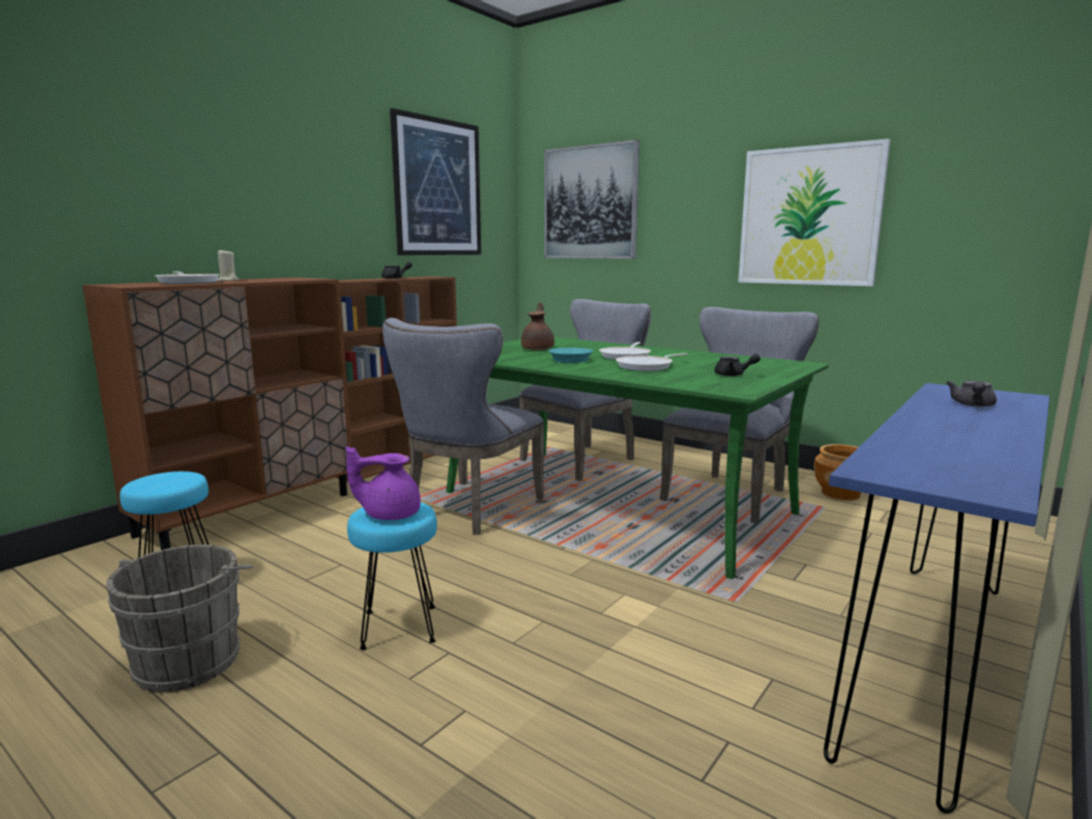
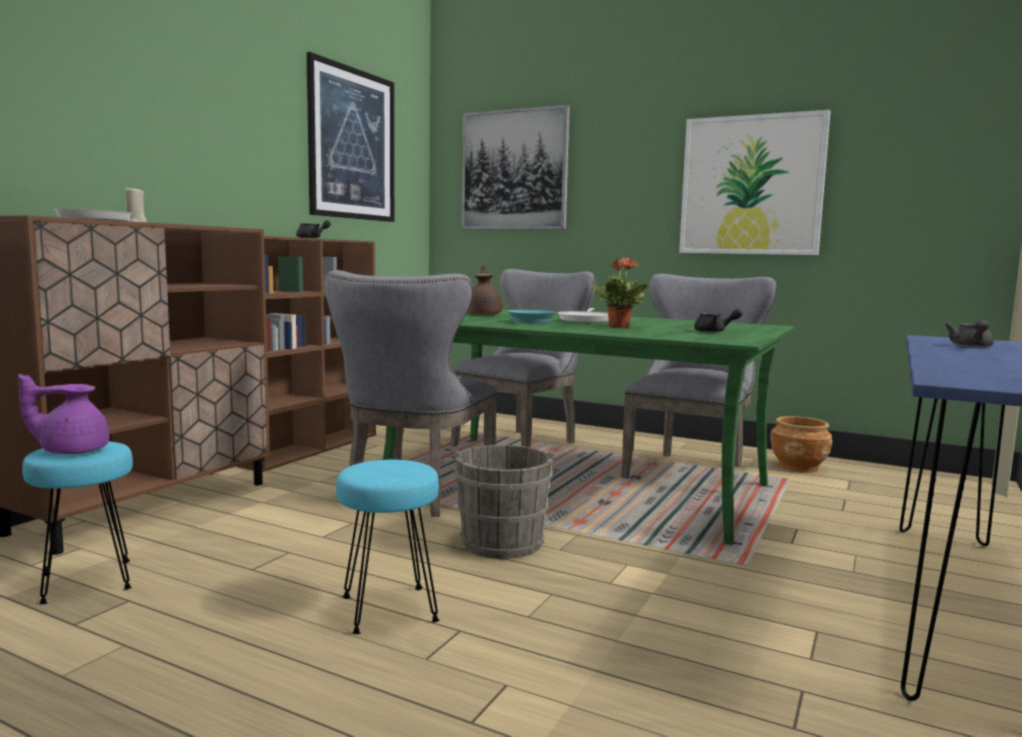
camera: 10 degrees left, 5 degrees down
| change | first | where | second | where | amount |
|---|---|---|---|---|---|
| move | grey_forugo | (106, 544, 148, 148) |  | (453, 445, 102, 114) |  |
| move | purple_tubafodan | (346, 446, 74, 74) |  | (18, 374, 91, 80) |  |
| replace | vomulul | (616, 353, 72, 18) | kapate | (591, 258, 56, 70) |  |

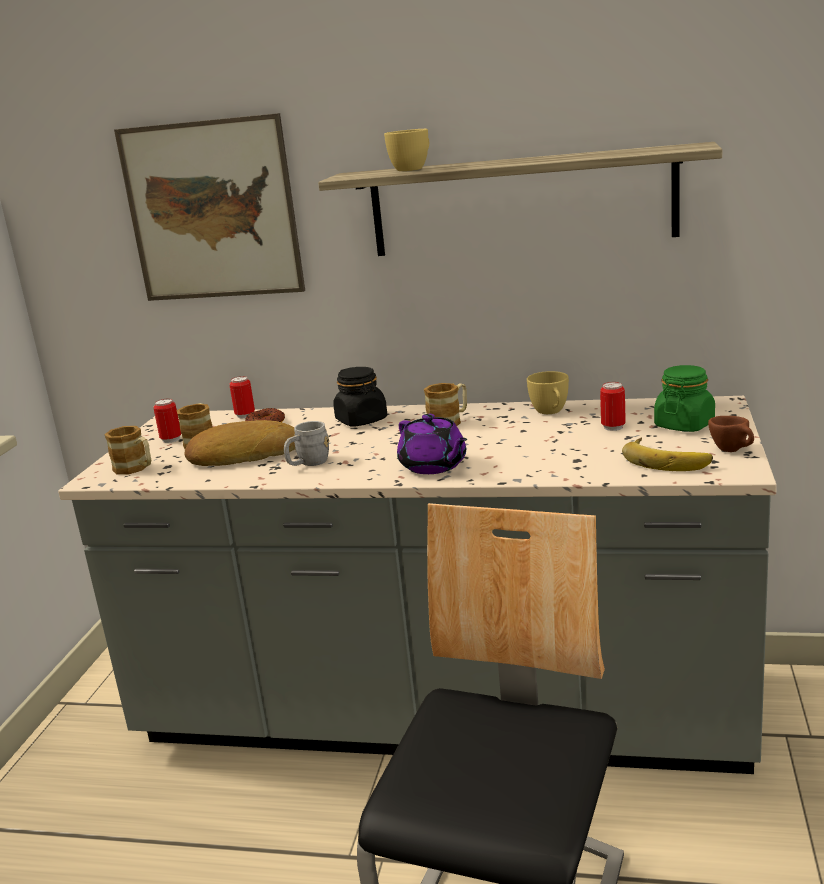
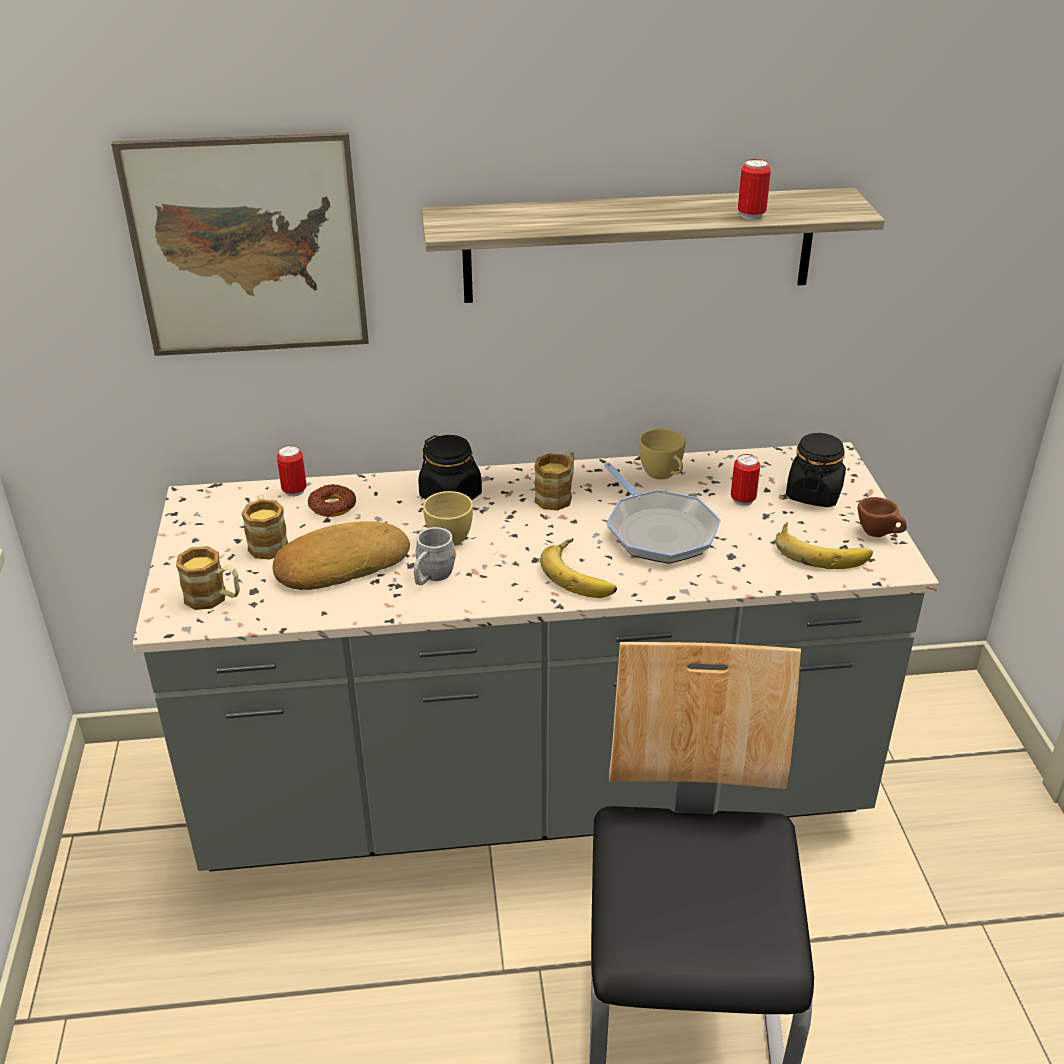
camera: 20 degrees left, 15 degrees up
| change | first | where | second | where | amount |
|---|---|---|---|---|---|
| move | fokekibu | (153, 399, 28, 44) |  | (738, 159, 33, 61) |  |
| move | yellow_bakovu | (384, 129, 45, 42) |  | (423, 491, 50, 55) |  |
| replace | purple_tubafodan | (397, 414, 70, 60) | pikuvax | (540, 538, 77, 60) |  |
| recolor | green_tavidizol | (654, 365, 61, 67) | black_tavidizol | (786, 433, 60, 74) |  |
| insert |  |  | vomulul | (604, 462, 117, 102) |  |

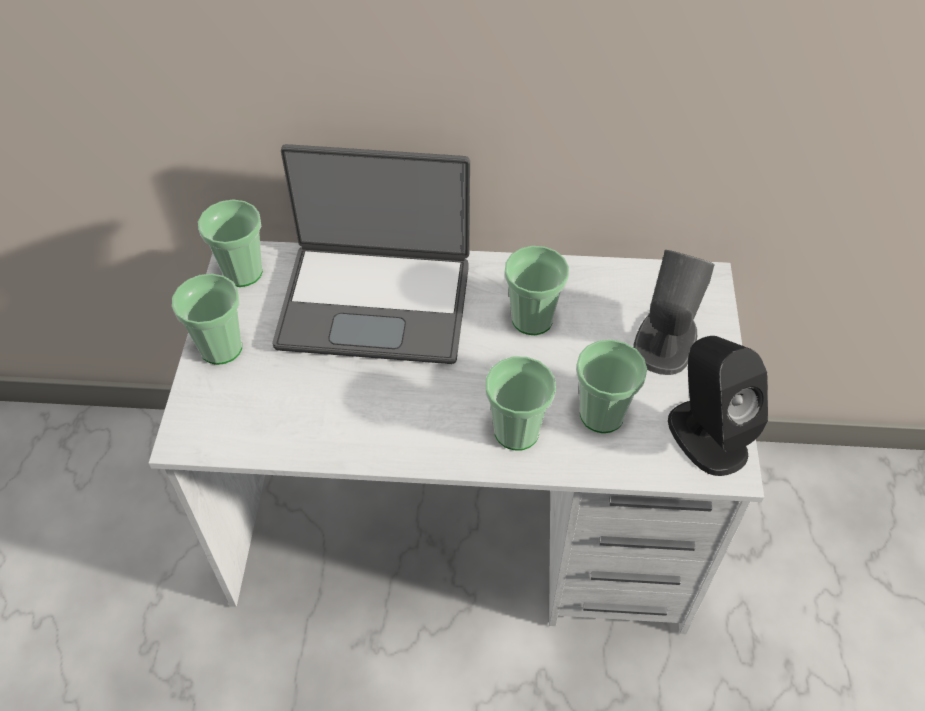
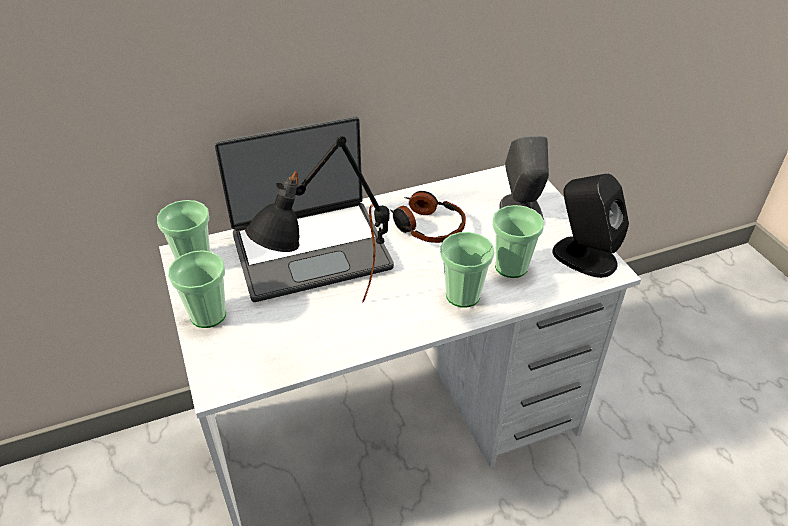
camera: 25 degrees left, 10 degrees down
| change | first | where | second | where | amount |
|---|---|---|---|---|---|
| replace | bakovu | (505, 246, 64, 89) | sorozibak | (390, 191, 76, 52) |  |
| insert |  |  | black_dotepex | (245, 136, 145, 166) |  |

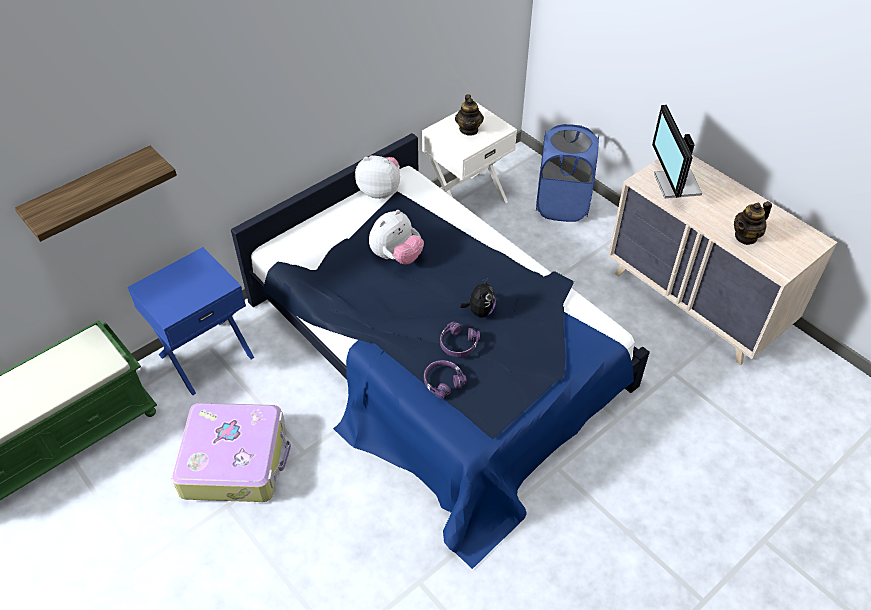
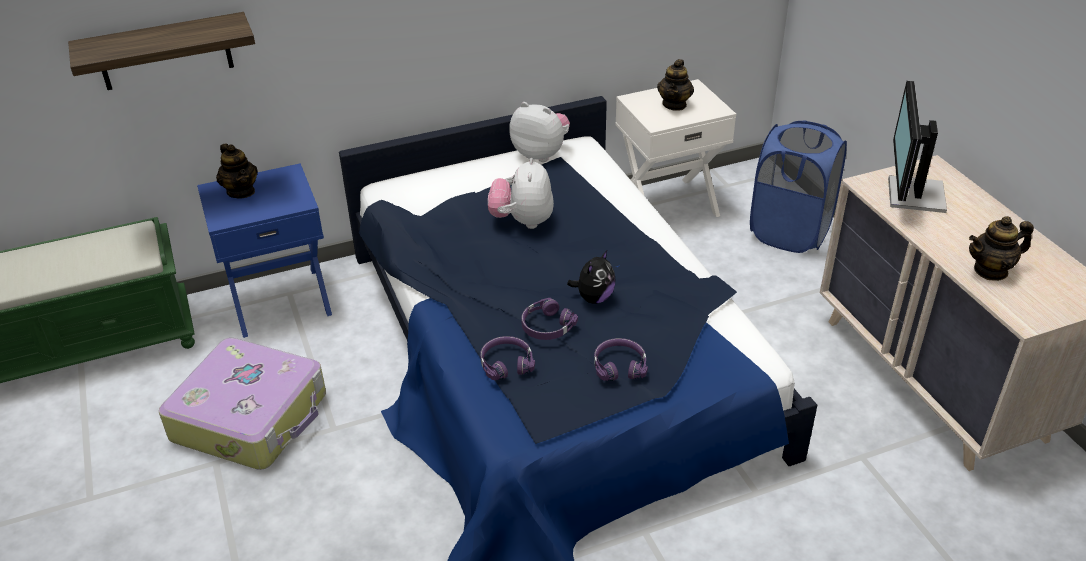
camera: 20 degrees right, 10 degrees down
| change | first | where | second | where | amount |
|---|---|---|---|---|---|
| rotate | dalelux | (369, 210, 55, 54) |  | (488, 158, 66, 71) | 120 degrees clockwise |
| insert |  |  | tubafodan | (216, 143, 42, 55) |  |
| insert |  |  | purple_sorozibak | (594, 338, 54, 43) |  |

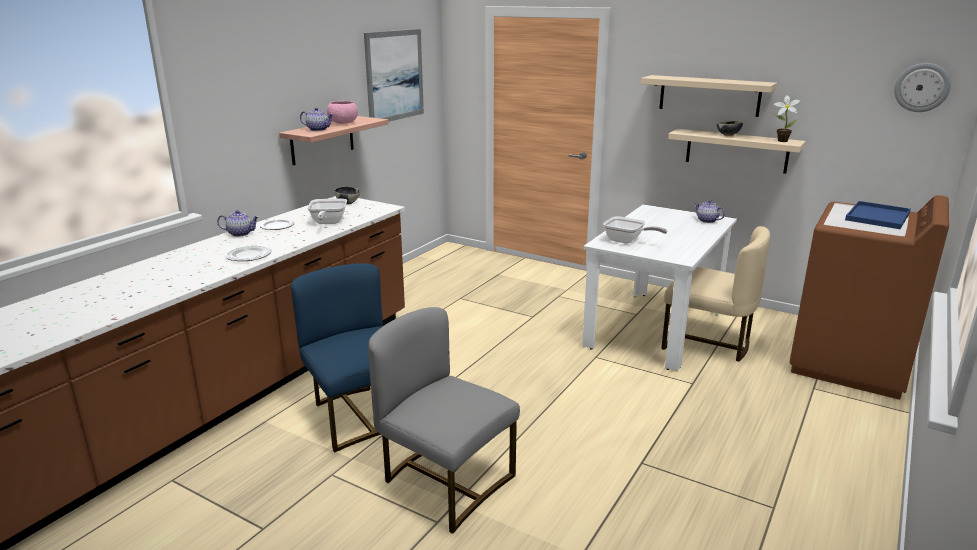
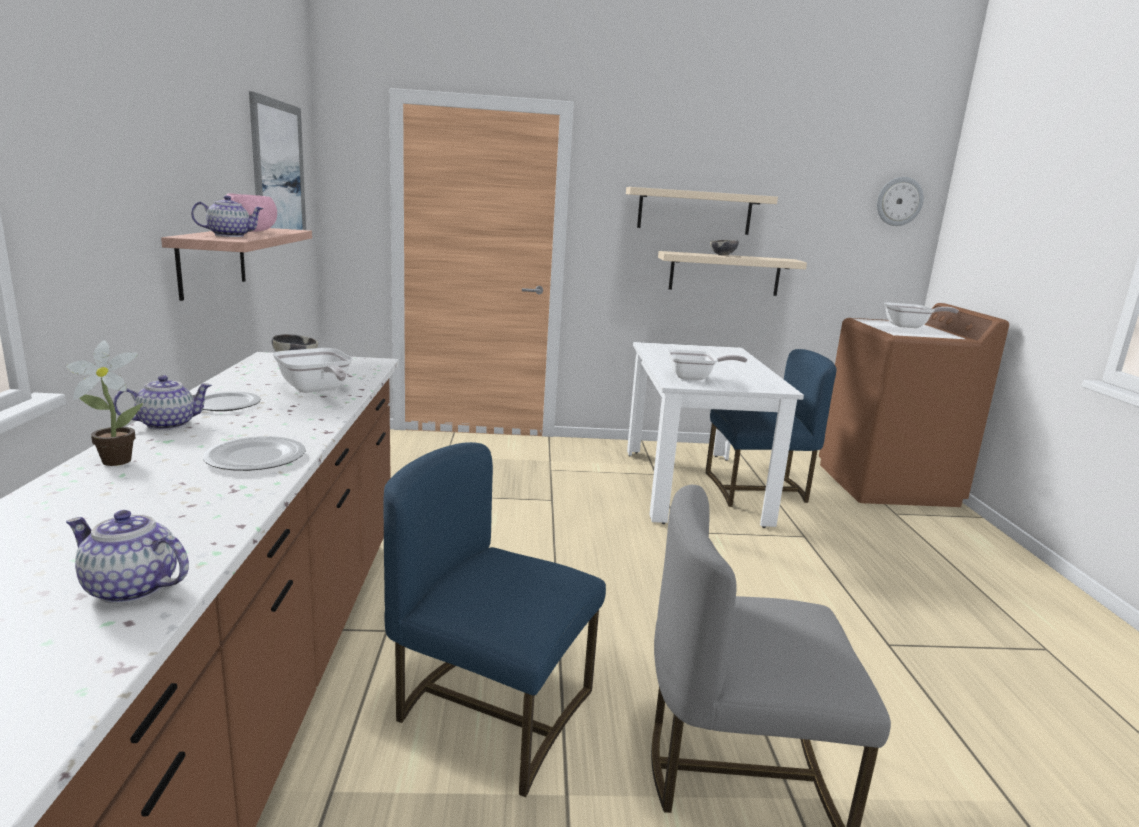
camera: 35 degrees left, 5 degrees down
| change | first | where | second | where | amount |
|---|---|---|---|---|---|
| recolor | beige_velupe | (661, 226, 109, 135) | blue_velupe | (706, 349, 131, 158) |  |
| move | tubafodan | (694, 200, 31, 23) |  | (66, 510, 123, 94) |  |
| move | kapate | (774, 95, 27, 47) |  | (66, 340, 77, 126) |  |
| replace | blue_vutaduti | (845, 201, 66, 28) | vomulul | (884, 302, 75, 26) |  |

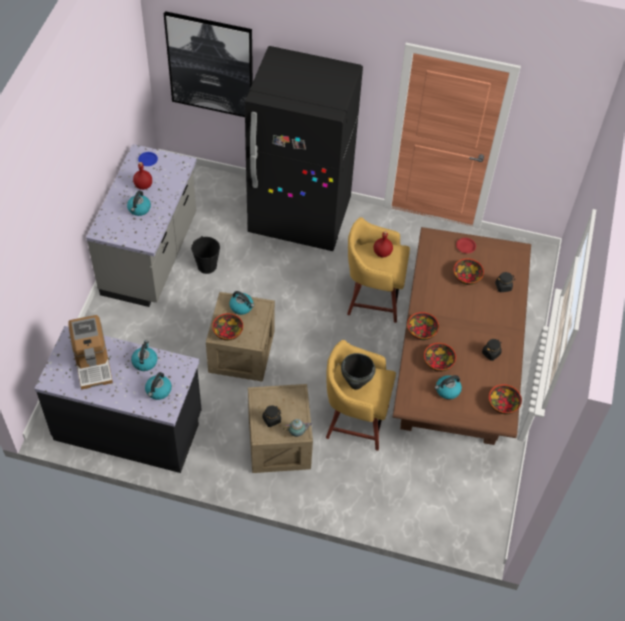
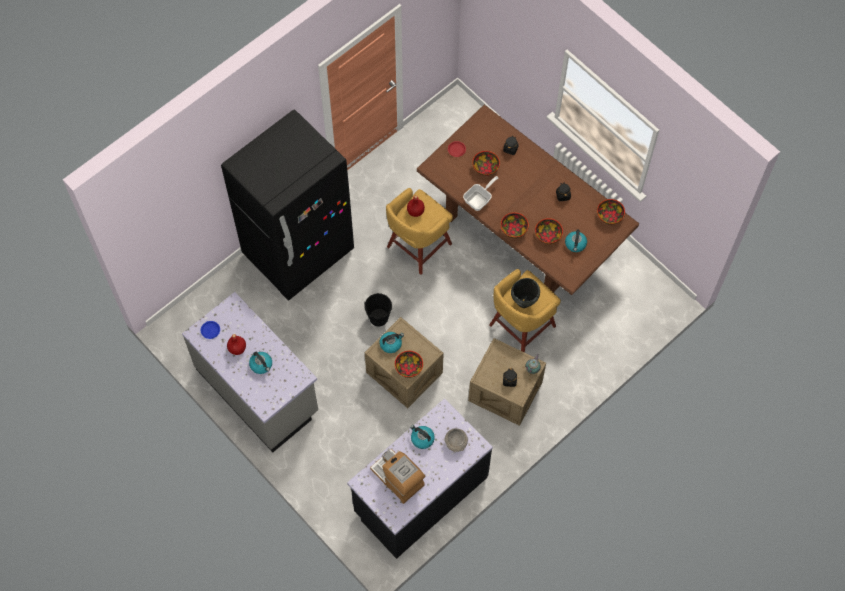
camera: 55 degrees left, 10 degrees up
| change | first | where | second | where | amount |
|---|---|---|---|---|---|
| rotate | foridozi | (68, 315, 45, 75) |  | (370, 449, 56, 55) | 150 degrees counterclockwise |
| replace | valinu | (145, 372, 27, 28) | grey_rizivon | (445, 428, 23, 24) |  |
| delete | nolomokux | (164, 11, 89, 106) |  |  |  |
| move | black_forugo | (191, 236, 29, 38) |  | (364, 293, 28, 33) |  |
| insert |  |  | vomulul | (463, 176, 35, 35) |  |

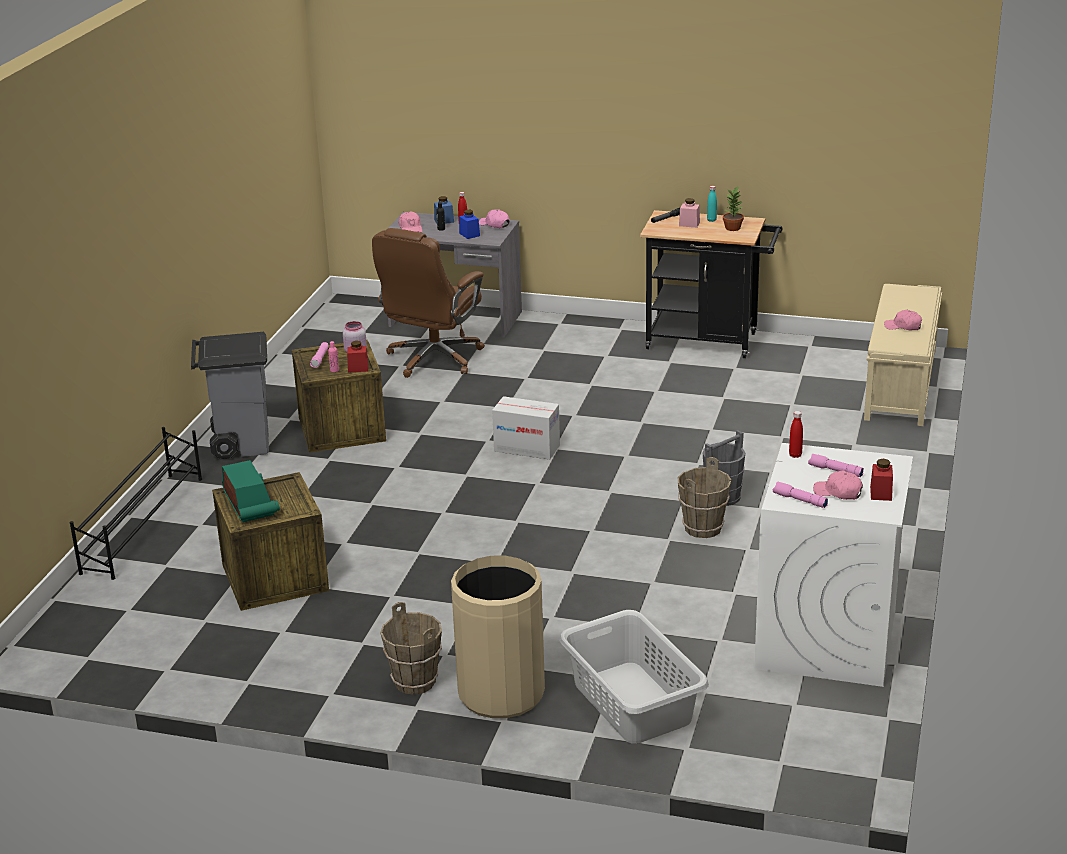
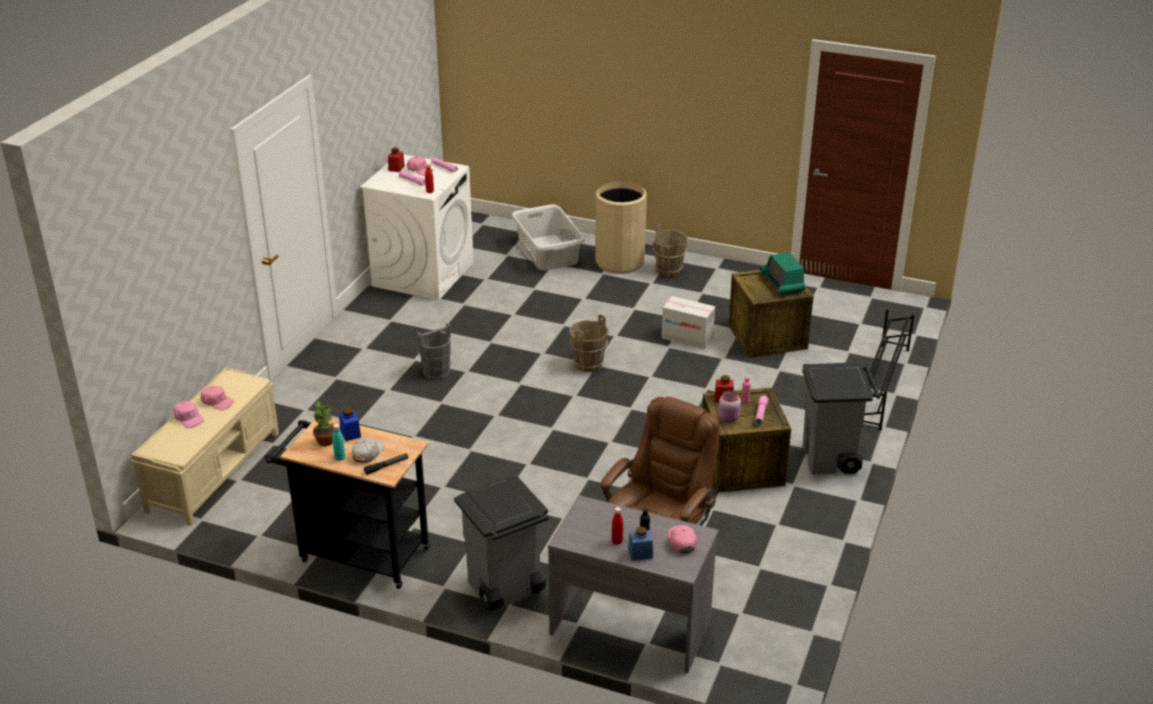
camera: 175 degrees left, 5 degrees up
| change | first | where | second | where | amount |
|---|---|---|---|---|---|
| move | blue_tavidizol | (459, 210, 21, 29) |  | (339, 408, 22, 33) |  |
| move | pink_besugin | (479, 209, 31, 19) |  | (173, 401, 31, 27) |  |
| move | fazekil | (492, 396, 68, 64) |  | (662, 296, 53, 53) |  |
| move | brown_forugo | (678, 457, 53, 81) |  | (569, 314, 40, 58) |  |
| replace | pink_tavidizol | (679, 198, 21, 30) | white_besugin | (352, 437, 33, 26) |  |
| insert |  |  | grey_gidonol | (454, 475, 95, 136) |  |

